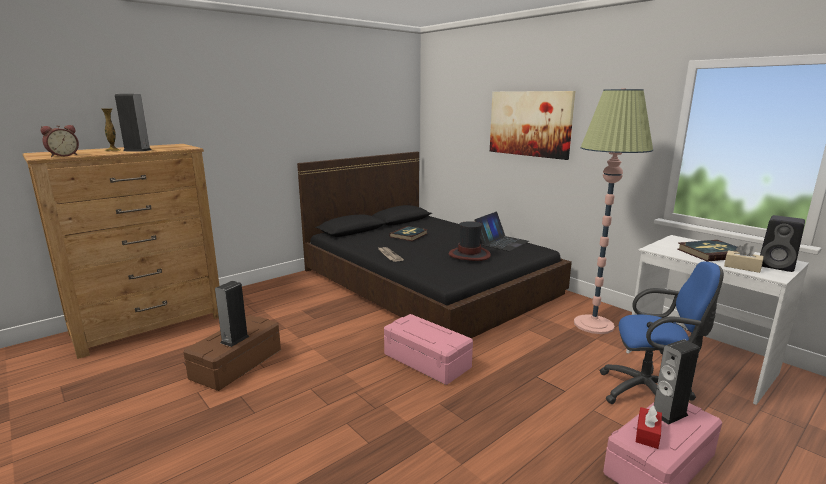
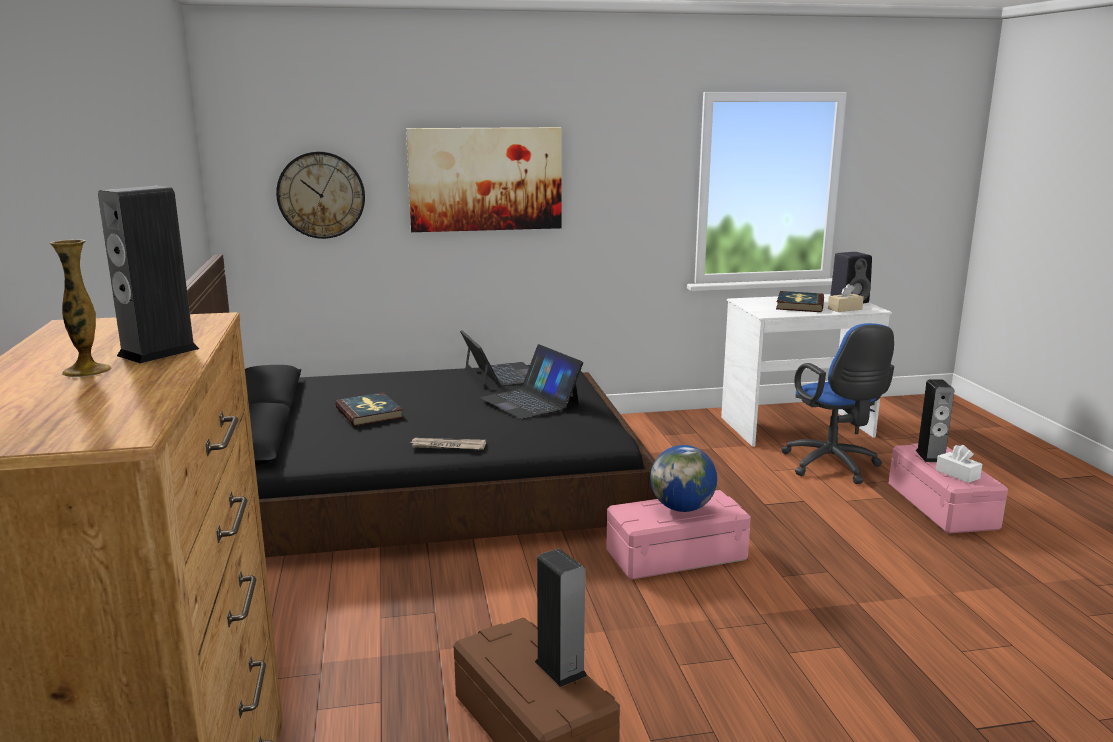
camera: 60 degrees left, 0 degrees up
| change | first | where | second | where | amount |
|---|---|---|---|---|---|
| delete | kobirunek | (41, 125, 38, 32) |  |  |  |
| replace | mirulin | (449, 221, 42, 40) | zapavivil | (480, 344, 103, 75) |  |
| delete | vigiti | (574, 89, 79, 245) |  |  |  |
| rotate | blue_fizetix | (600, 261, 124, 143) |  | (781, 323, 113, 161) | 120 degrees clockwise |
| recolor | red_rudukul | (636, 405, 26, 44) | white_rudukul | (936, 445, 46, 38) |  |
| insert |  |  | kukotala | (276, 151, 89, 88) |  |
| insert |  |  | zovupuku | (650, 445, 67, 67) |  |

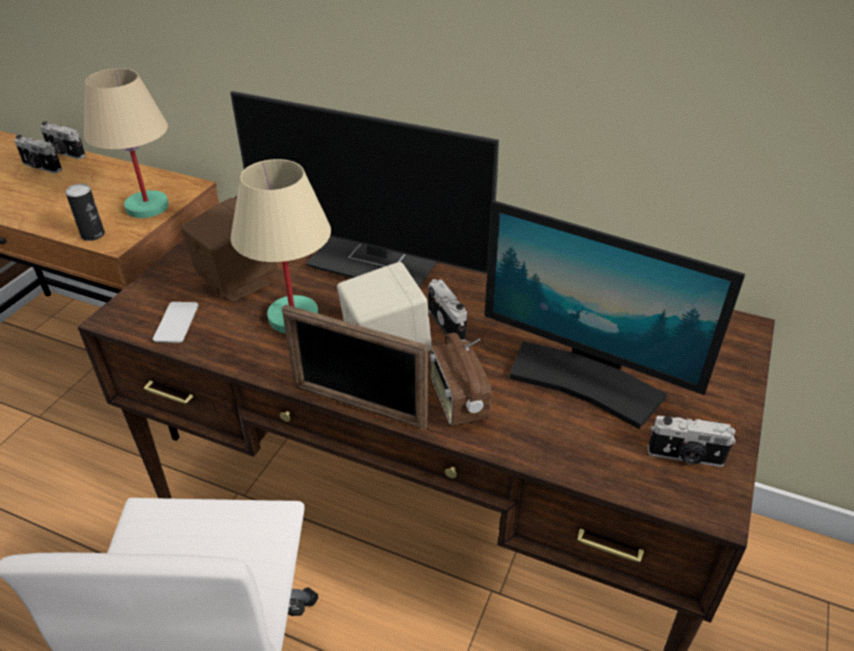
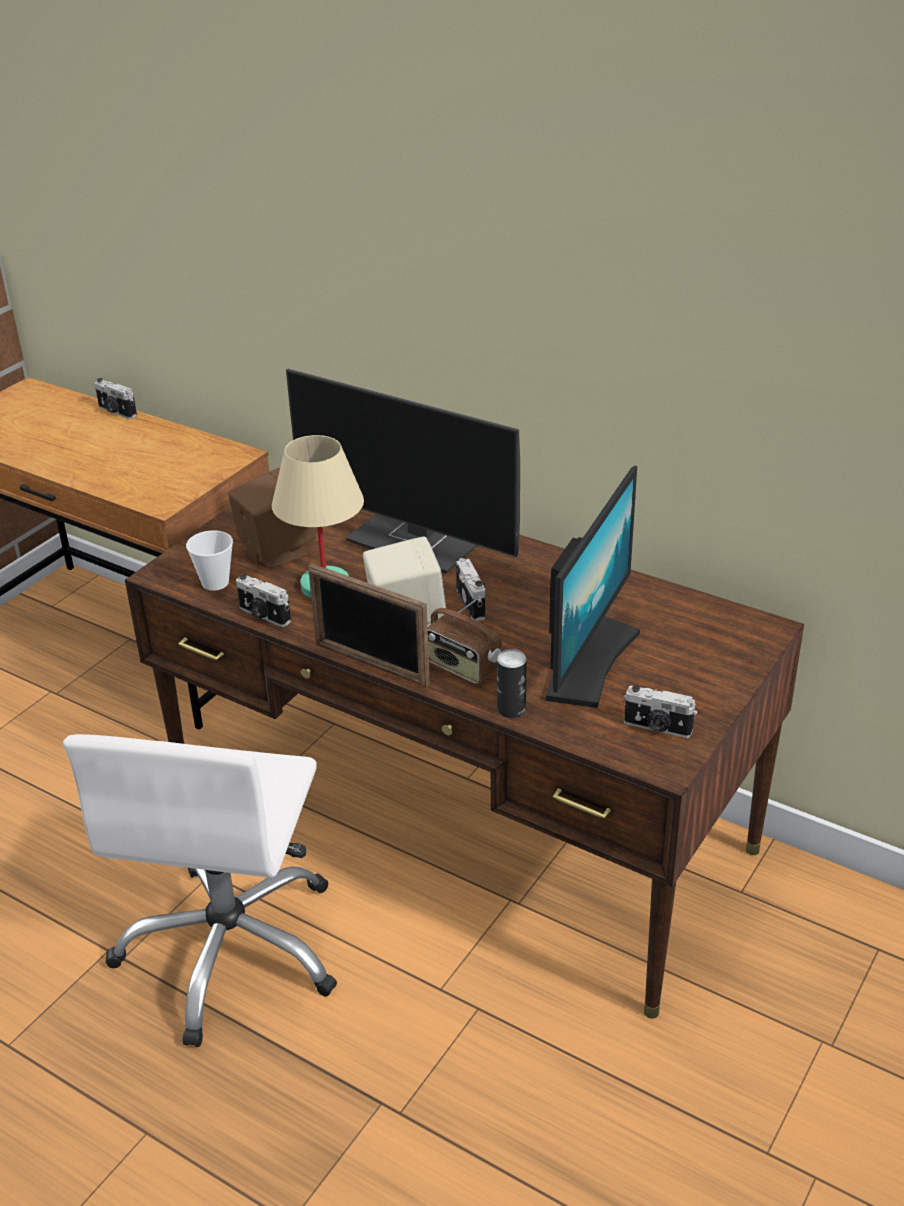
camera: 10 degrees right, 5 degrees down
| change | first | where | second | where | amount |
|---|---|---|---|---|---|
| move | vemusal | (14, 135, 48, 39) |  | (236, 574, 55, 53) |  |
| move | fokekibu | (66, 184, 39, 57) |  | (497, 649, 30, 69) |  |
| delete | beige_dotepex | (84, 68, 85, 150) |  |  |  |
| replace | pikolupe | (153, 302, 45, 41) | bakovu | (186, 530, 47, 61) |  |
| rotate | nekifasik | (430, 333, 61, 93) |  | (428, 596, 74, 88) | 45 degrees counterclockwise |
| rotate | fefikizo | (485, 200, 260, 229) |  | (546, 466, 94, 242) | 105 degrees counterclockwise |

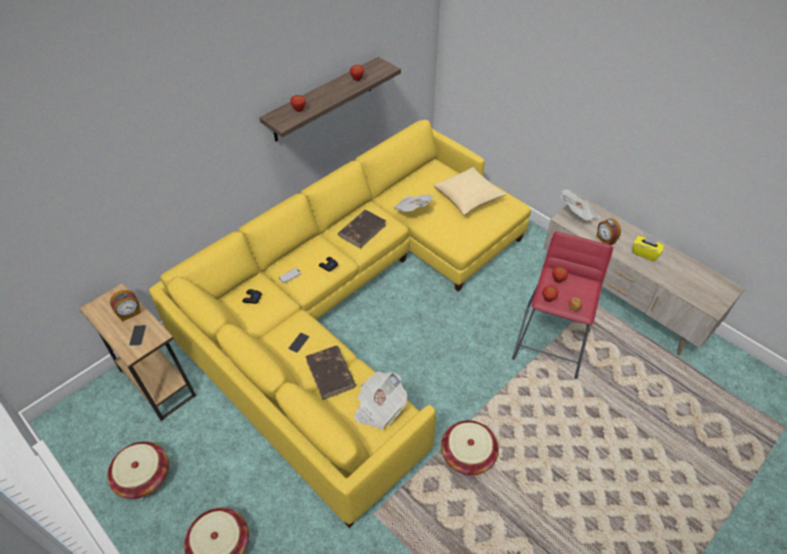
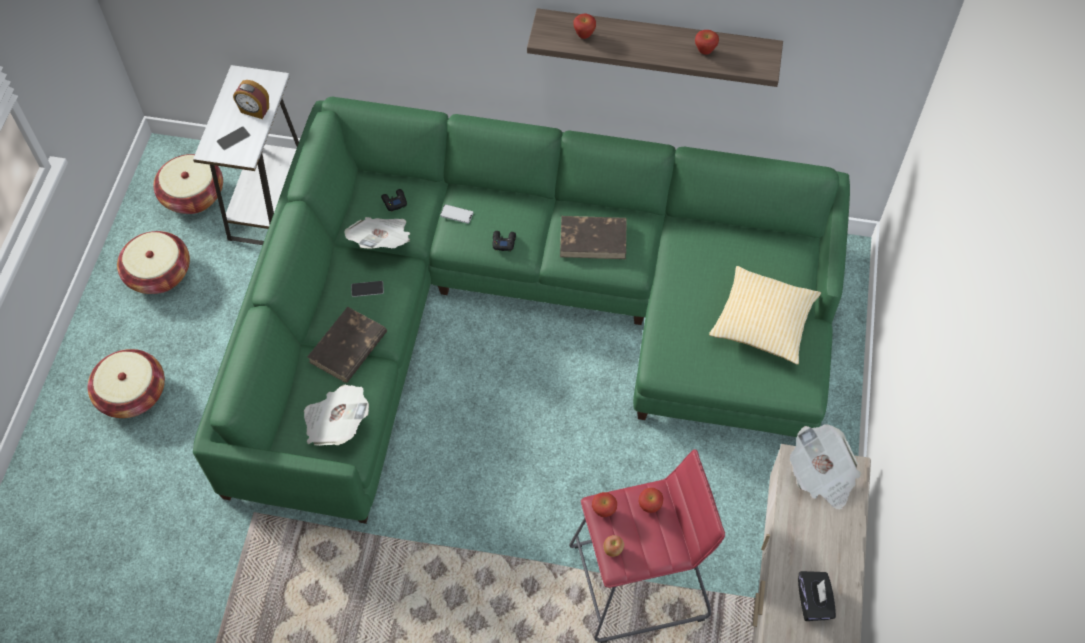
camera: 55 degrees right, 10 degrees up
| change | first | where | second | where | amount |
|---|---|---|---|---|---|
| recolor | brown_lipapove | (79, 283, 117, 138) | white_lipapove | (193, 65, 106, 180) |  |
| recolor | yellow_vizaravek | (149, 120, 382, 408) | green_vizaravek | (193, 97, 657, 427) |  |
| move | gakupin | (393, 195, 41, 17) |  | (345, 217, 65, 32) |  |
| move | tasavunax | (441, 420, 58, 55) |  | (153, 154, 70, 60) |  |
| delete | kobirunek | (597, 218, 24, 27) |  |  |  |
| recolor | yellow_rudukul | (633, 234, 31, 27) | black_rudukul | (798, 571, 38, 50) |  |

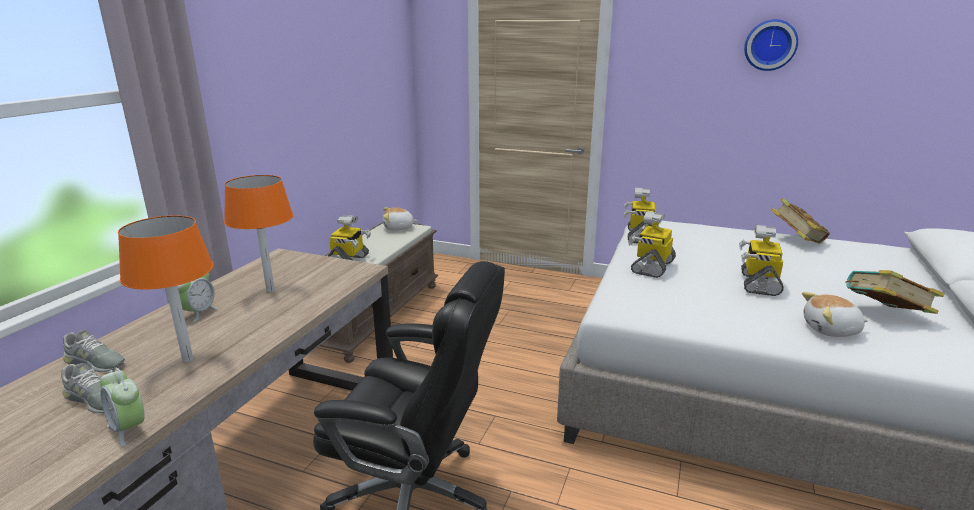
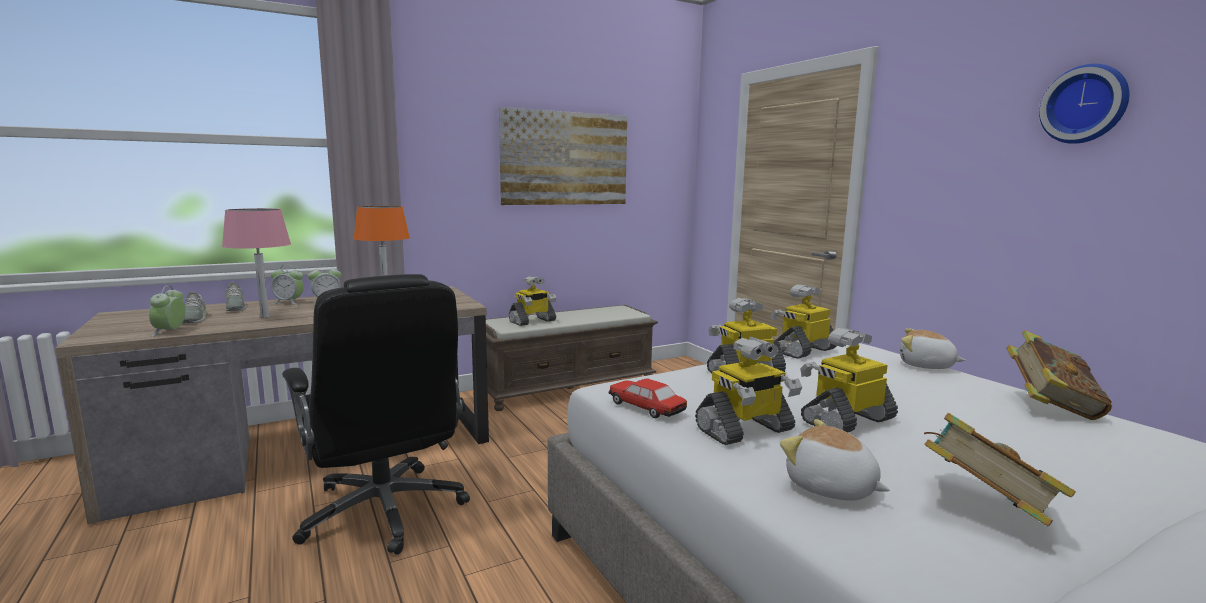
camera: 40 degrees right, 10 degrees down
| change | first | where | second | where | amount |
|---|---|---|---|---|---|
| recolor | orange_dotepex | (118, 215, 96, 147) | pink_dotepex | (222, 208, 69, 110) |  |
| move | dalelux | (383, 207, 35, 24) |  | (900, 328, 66, 41) |  |
| insert |  |  | kobirunek | (271, 265, 33, 40) |  |
| insert |  |  | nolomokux | (499, 107, 128, 98) |  |
| insert |  |  | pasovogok | (609, 379, 78, 39) |  |
| insert |  |  | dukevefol | (695, 337, 107, 108) |  |

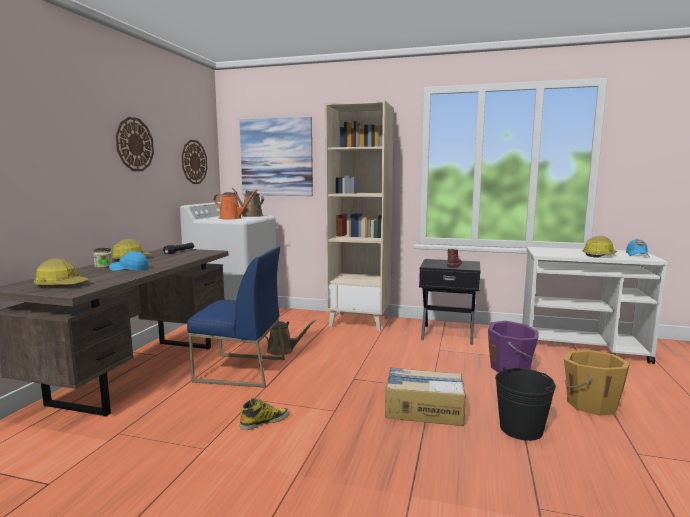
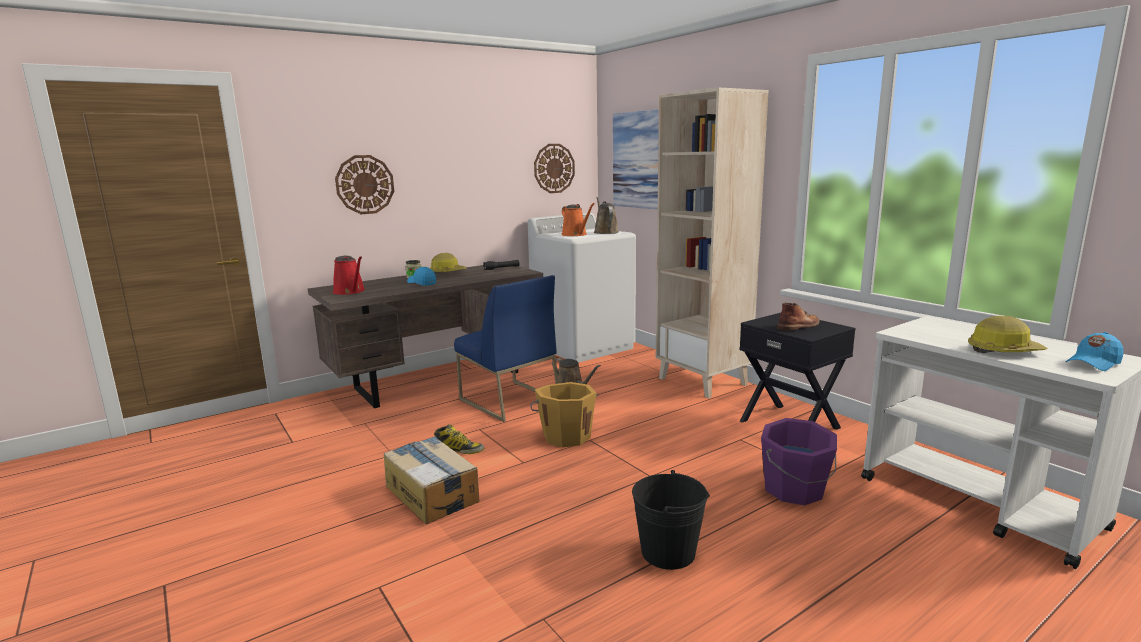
camera: 40 degrees right, 5 degrees up
| change | first | where | second | where | amount |
|---|---|---|---|---|---|
| replace | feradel | (34, 259, 55, 27) | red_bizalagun | (333, 255, 32, 40) |  |
| move | kukotala | (115, 117, 39, 54) |  | (335, 155, 59, 59) |  |
| move | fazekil | (385, 367, 81, 59) |  | (384, 436, 95, 88) |  |
| move | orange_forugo | (564, 350, 66, 66) |  | (530, 382, 68, 66) |  |

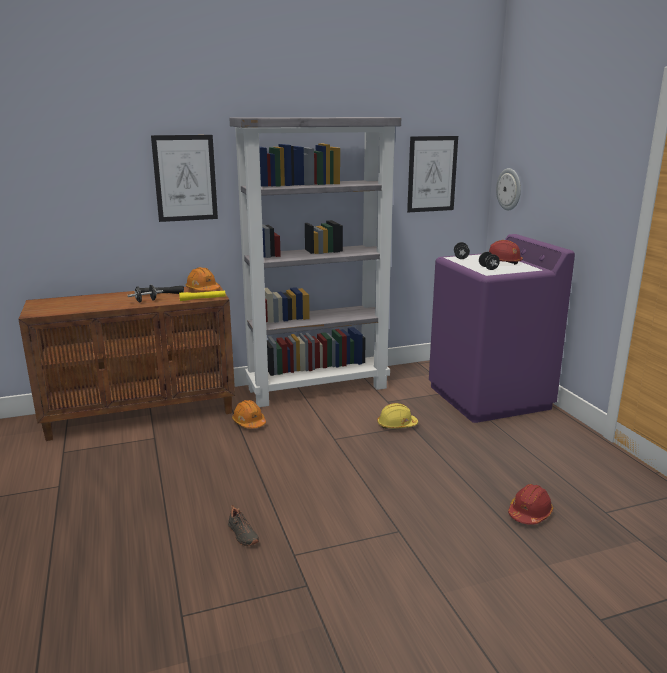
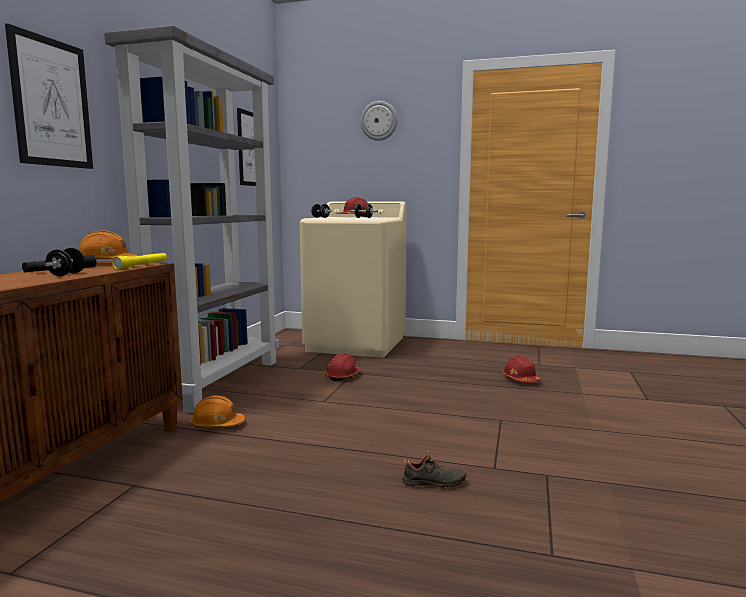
camera: 55 degrees left, 10 degrees down
| change | first | where | second | where | amount |
|---|---|---|---|---|---|
| recolor | yellow_feradel | (377, 403, 41, 25) | red_feradel | (325, 353, 36, 28) |  |
| recolor | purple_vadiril | (429, 234, 146, 189) | beige_vadiril | (300, 201, 107, 157) |  |
| move | kukotala | (496, 168, 25, 42) |  | (361, 101, 36, 40) |  |

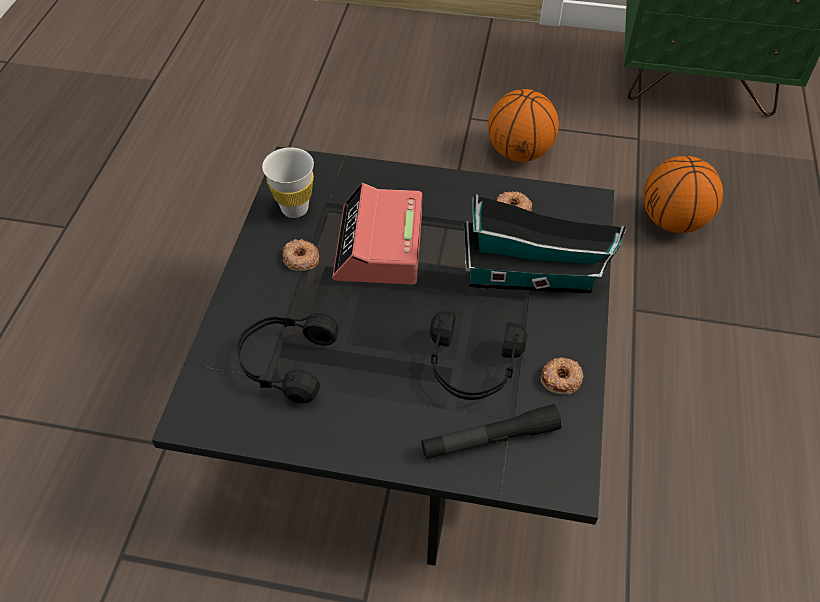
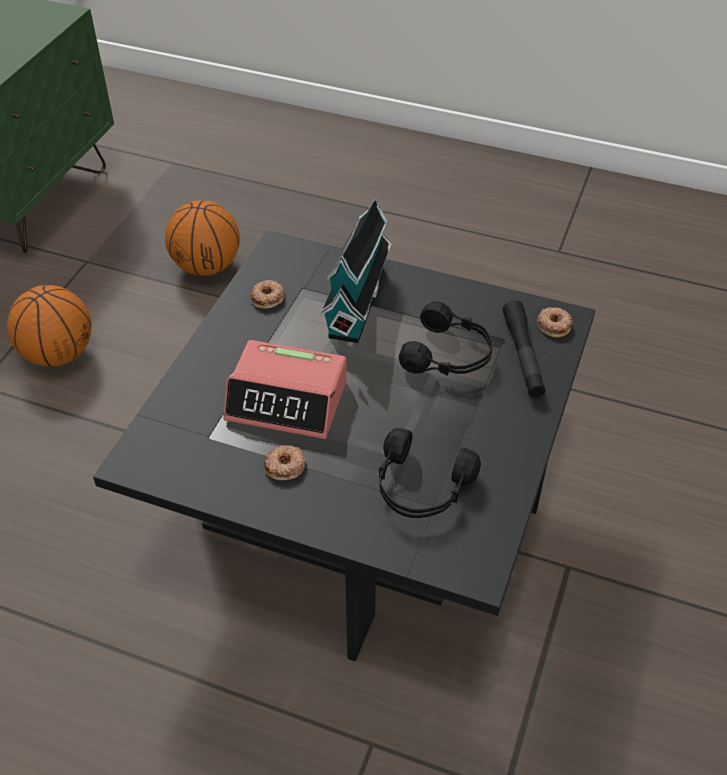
camera: 80 degrees left, 5 degrees down
| change | first | where | second | where | amount |
|---|---|---|---|---|---|
| delete | white_bakovu | (262, 148, 52, 70) |  |  |  |
| move | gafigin | (541, 357, 42, 37) |  | (537, 307, 36, 31) |  |

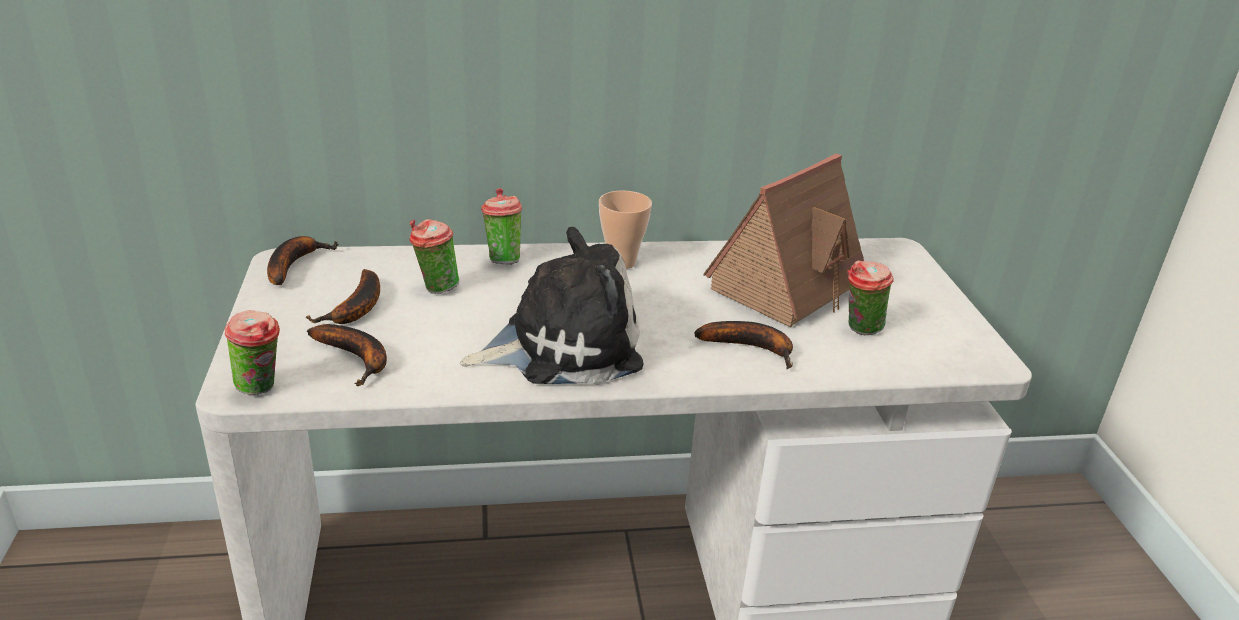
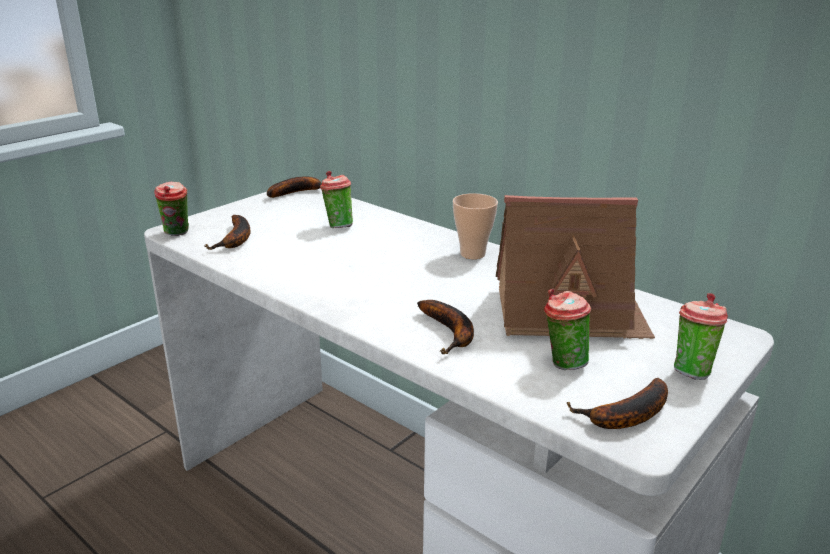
camera: 50 degrees right, 5 degrees down
| change | first | where | second | where | amount |
|---|---|---|---|---|---|
| move | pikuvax | (306, 269, 74, 55) |  | (567, 378, 101, 51) |  |
| delete | dalelux | (460, 227, 184, 158) |  |  |  |
| move | bakovu | (481, 188, 41, 77) |  | (674, 293, 54, 87) |  |

